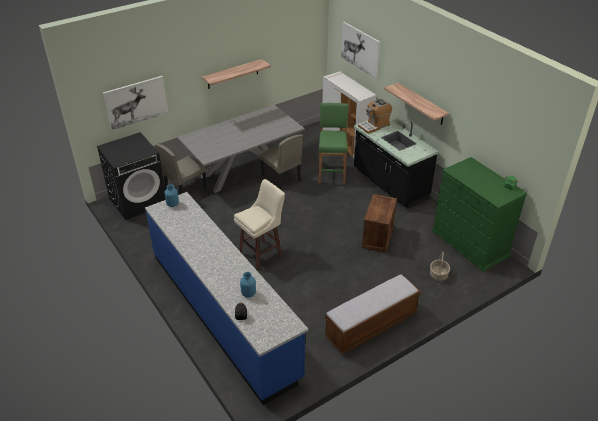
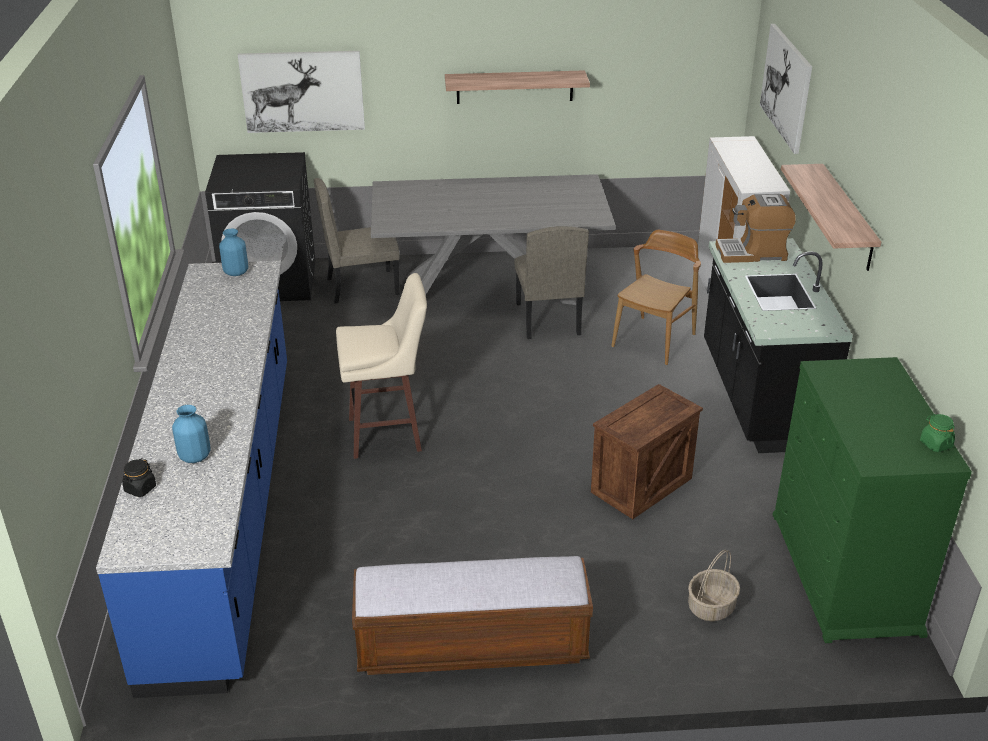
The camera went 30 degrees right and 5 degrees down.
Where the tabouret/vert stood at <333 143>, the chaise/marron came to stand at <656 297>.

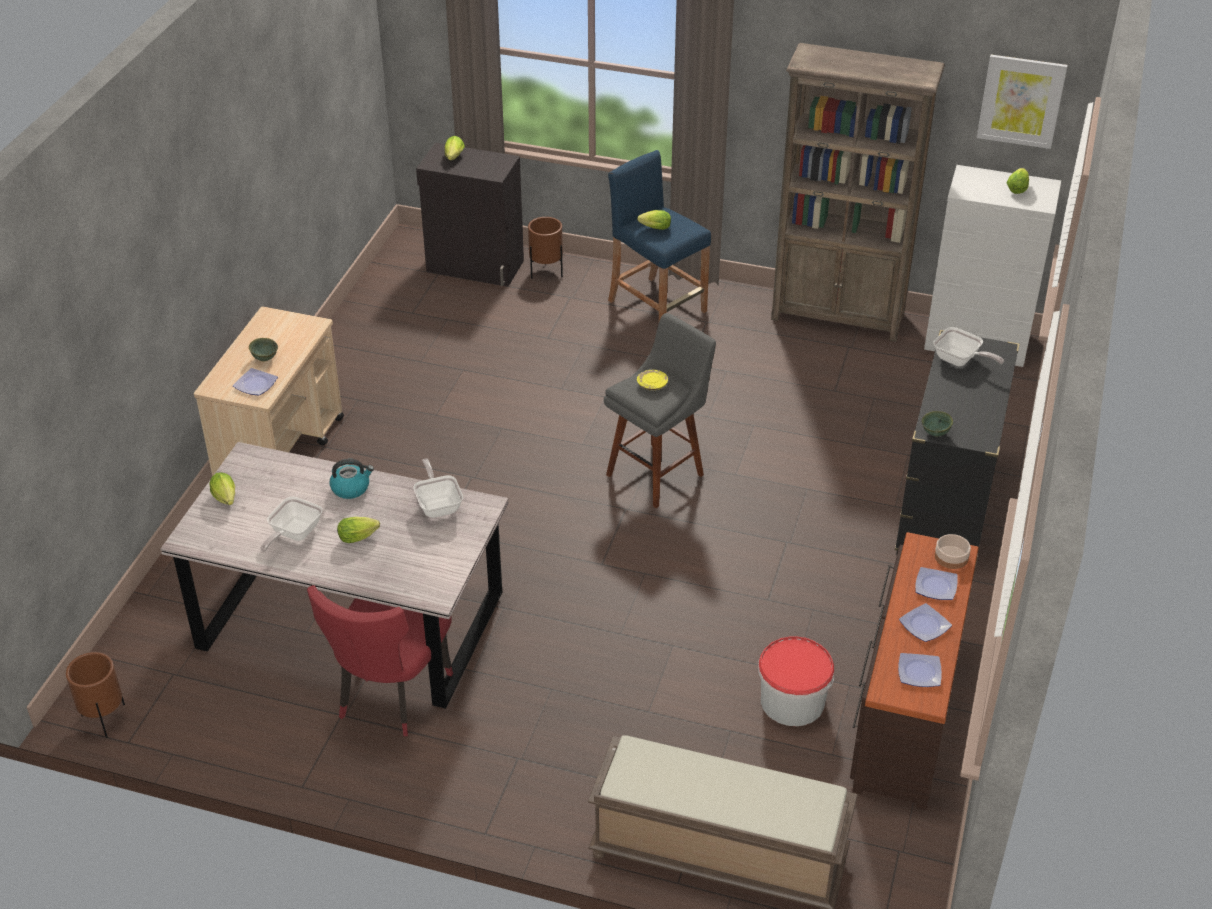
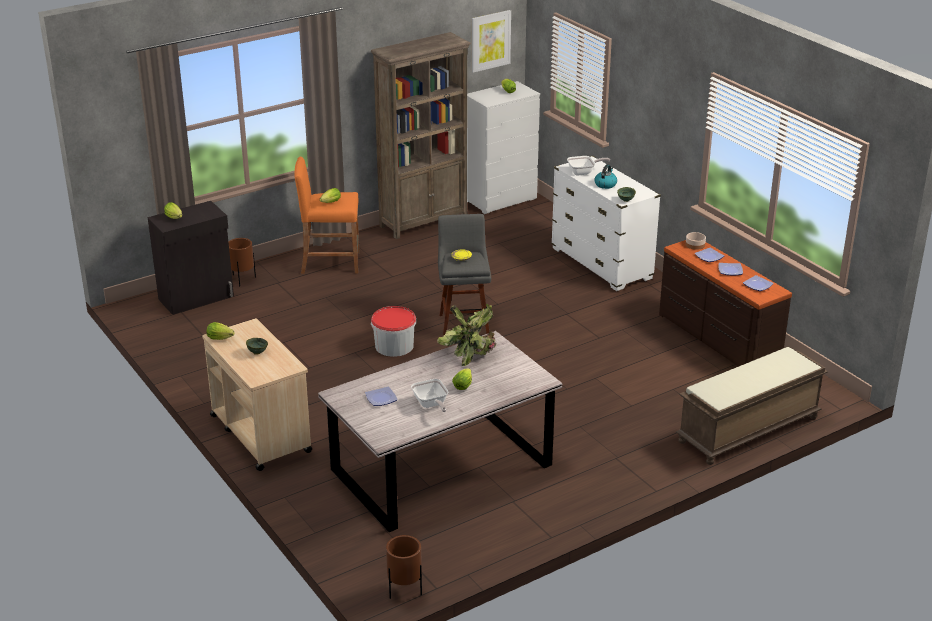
The camera went 50 degrees left and 10 degrees down.
The second view lost the chaise/rouge at <380 660>.
The laitue ended up elsewhere, having gone from <222 488> to <221 331>.
The assiette ended up elsewhere, having gone from <255 382> to <381 396>.
The bouilloire ended up elsewhere, having gone from <352 479> to <606 176>.
The seau ended up elsewhere, having gone from <796 681> to <393 331>.
Where the poêle stood at <438 488>, the plante en pot came to stand at <466 335>.
What was the tabouret/bleu at <659 235> turned into the tabouret/orange at <327 215>.
What was the commode/noir at <957 448> turned into the commode/blanc at <606 223>.

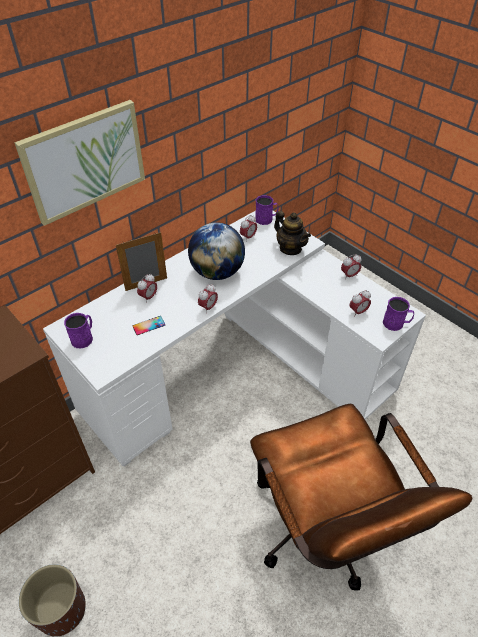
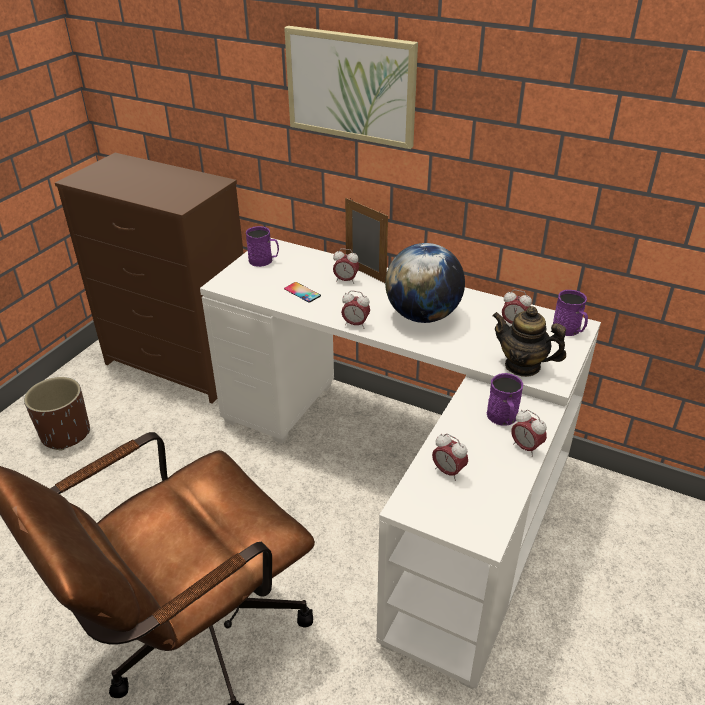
The camera went 70 degrees right and 10 degrees down.
The mug/violet ended up elsewhere, having gone from <398 314> to <505 399>.
The théière at <292 233> ended up facing another way, 90 degrees clockwise from before.

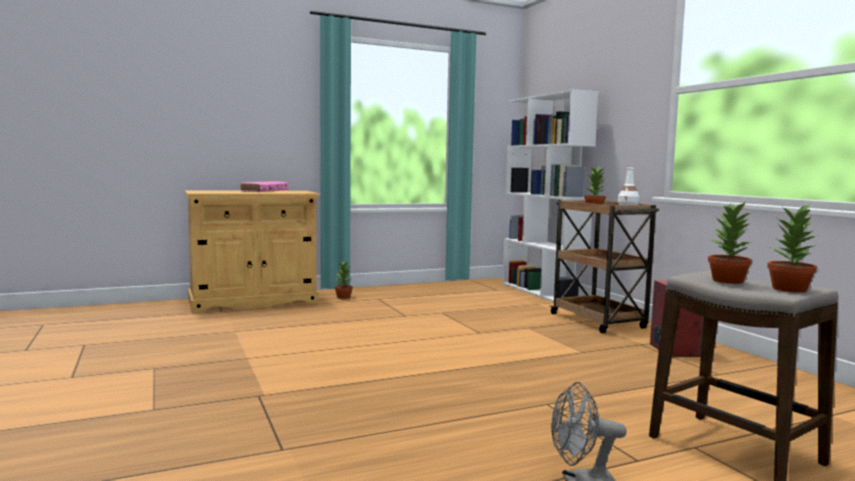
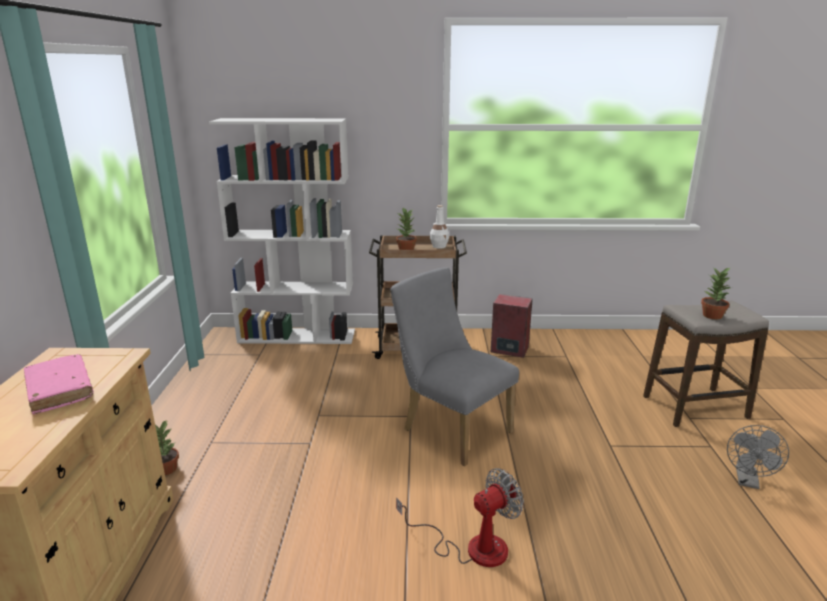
The camera went 65 degrees left and 15 degrees up.
The second view lost the plante en pot at <793 248>.
The second view gained the chaise/gris at <454 366>.
The second view gained the ventilateur at <460 517>.

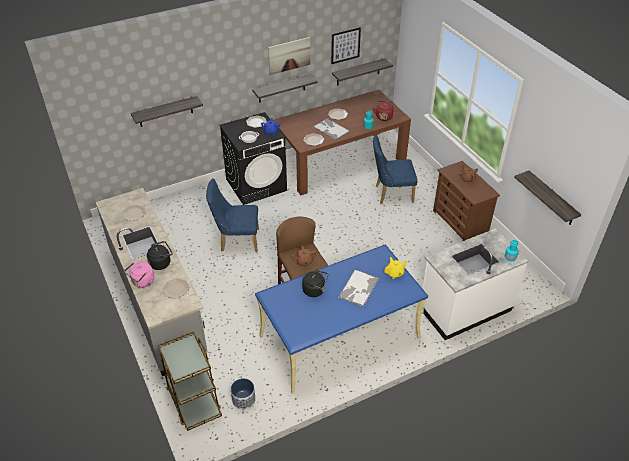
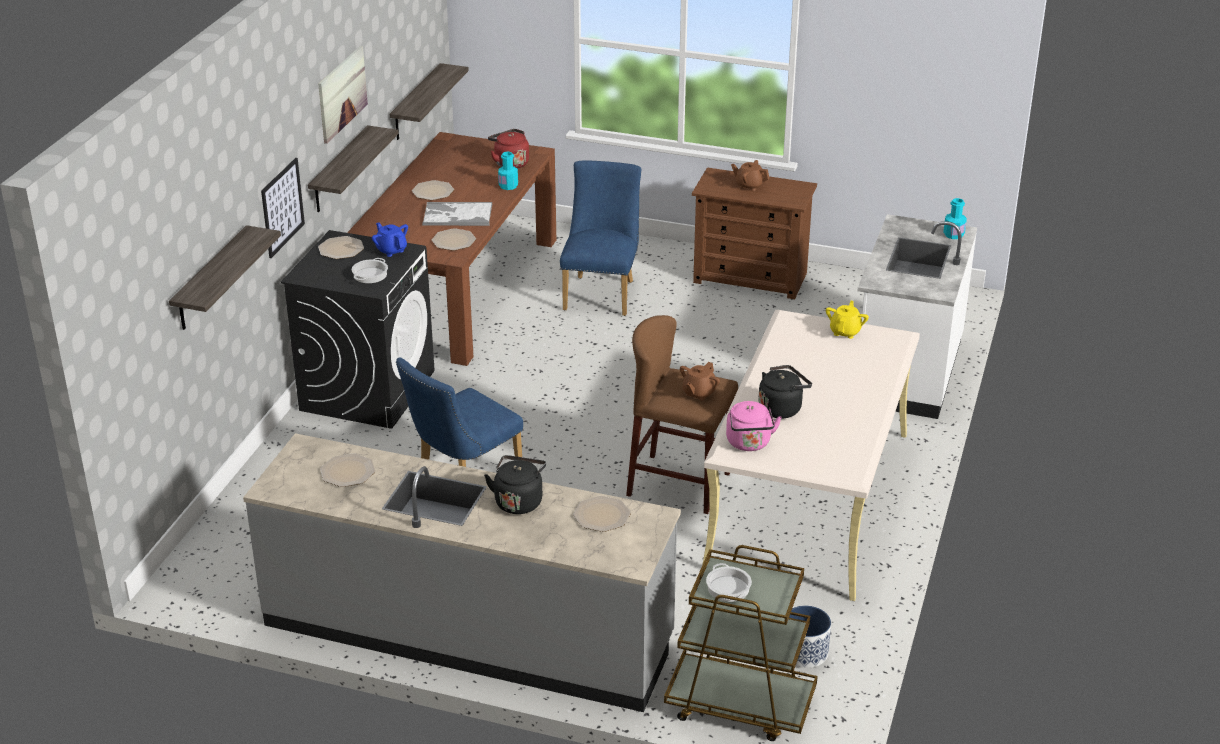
The camera went 45 degrees left and 10 degrees down.
The second view lost the plateau at <359 288>.
The second view lost the étagère at <548 198>.
The second view gained the marmite at <729 582>.
The bouilloire/rose ended up elsewhere, having gone from <139 275> to <754 426>.
The tableau ended up elsewhere, having gone from <346 45> to <283 208>.
What was the bureau/bleu at <341 319> turned into the bureau/beige at <811 455>.
The chaise/bleu at <395 169> ended up facing another way, 150 degrees clockwise from before.

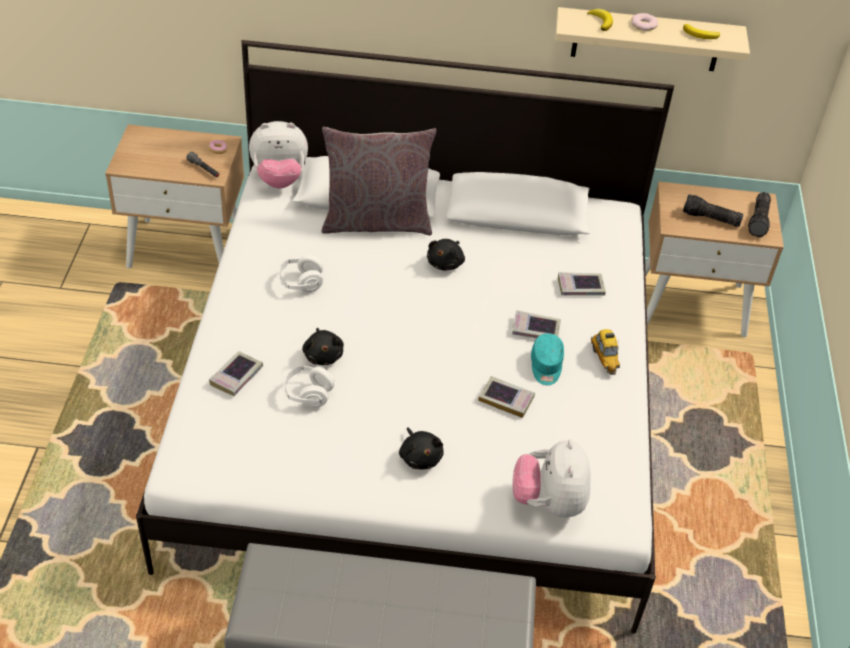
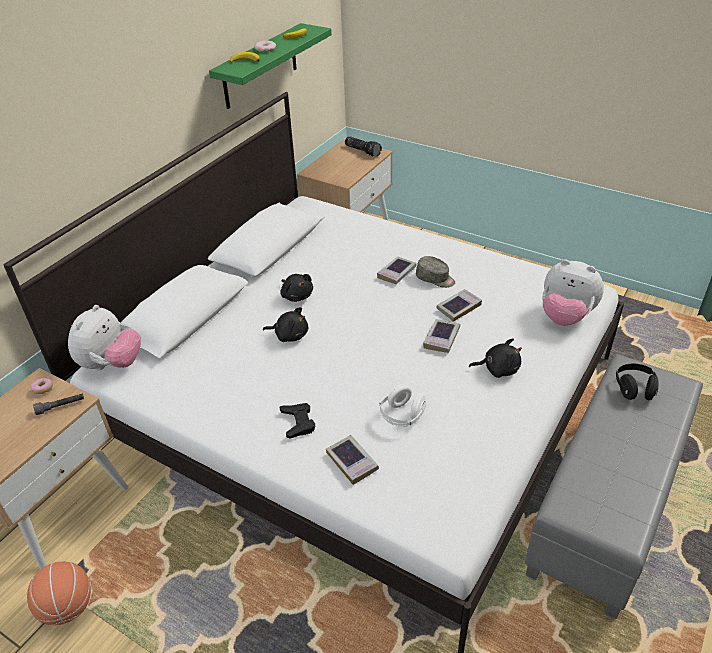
The camera went 60 degrees left and 5 degrees down.
The second view lost the casque audio/blanc at <300 273>.
The second view lost the coussin/gris at <379 181>.
The second view lost the petite voiture at <605 352>.
The second view lost the lampe de poche at <713 210>.
The second view gained the ballon de basket at <59 593>.
The second view gained the manette/noir at <297 421>.
The second view gained the casque audio/noir at <637 382>.
The peluche/noir ended up elsewhere, having gone from <323 346> to <285 324>.
The livre ended up elsewhere, having gone from <582 284> to <441 336>.
What was the casquette/turquoise at <547 359> turned into the casquette/gris at <435 272>.
What was the étagère/beige at <652 39> turned into the étagère/vert at <270 66>.

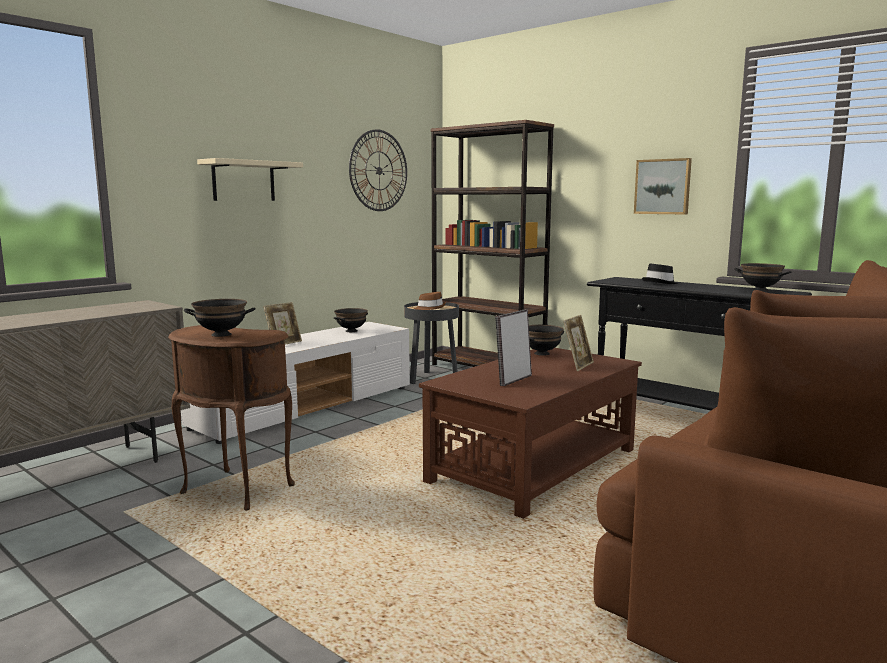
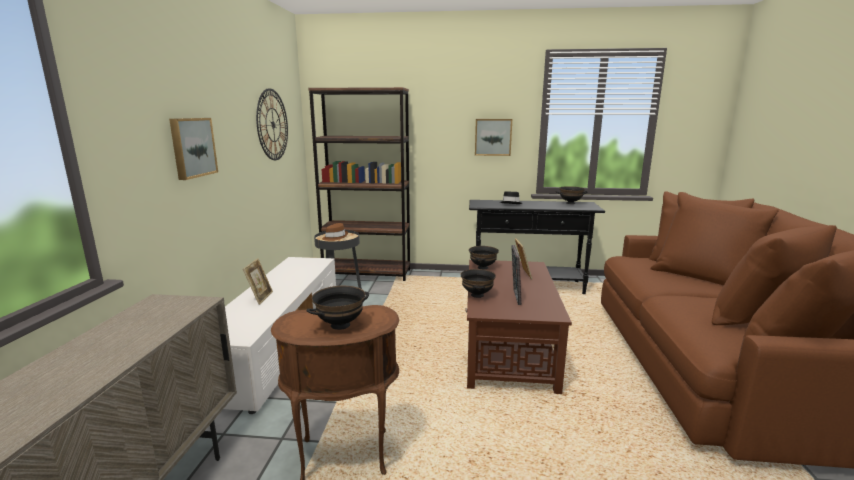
The camera went 35 degrees left and 5 degrees up.
The bol/noir ended up elsewhere, having gone from <351 320> to <478 283>.
Where the étagère/beige hung at <250 179>, the tableau came to hang at <193 149>.

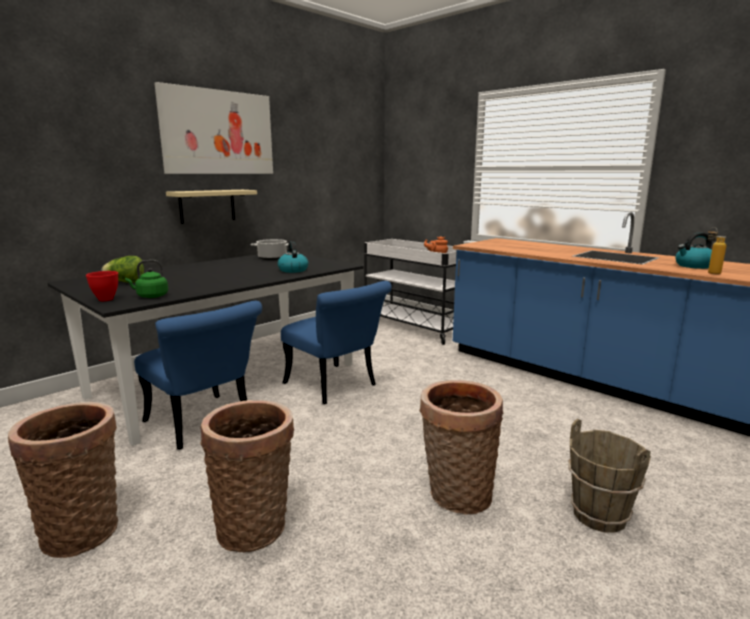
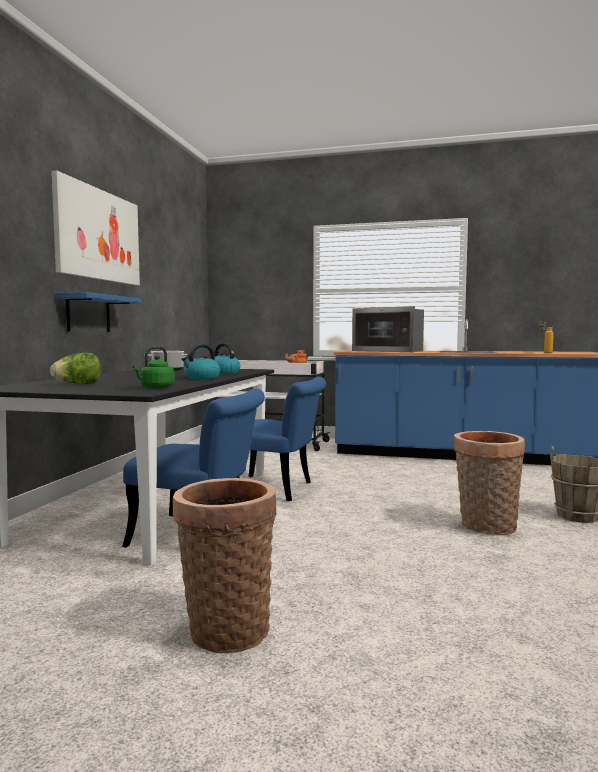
The camera went 30 degrees left and 10 degrees down.
The second view lost the bol/rouge at <102 286>.
The second view lost the panier at <247 476>.
The second view gained the micro-ondes at <388 329>.
The bouilloire ended up elsewhere, having gone from <693 250> to <200 361>.
What was the étagère/beige at <211 207> turned into the étagère/bleu at <99 312>.

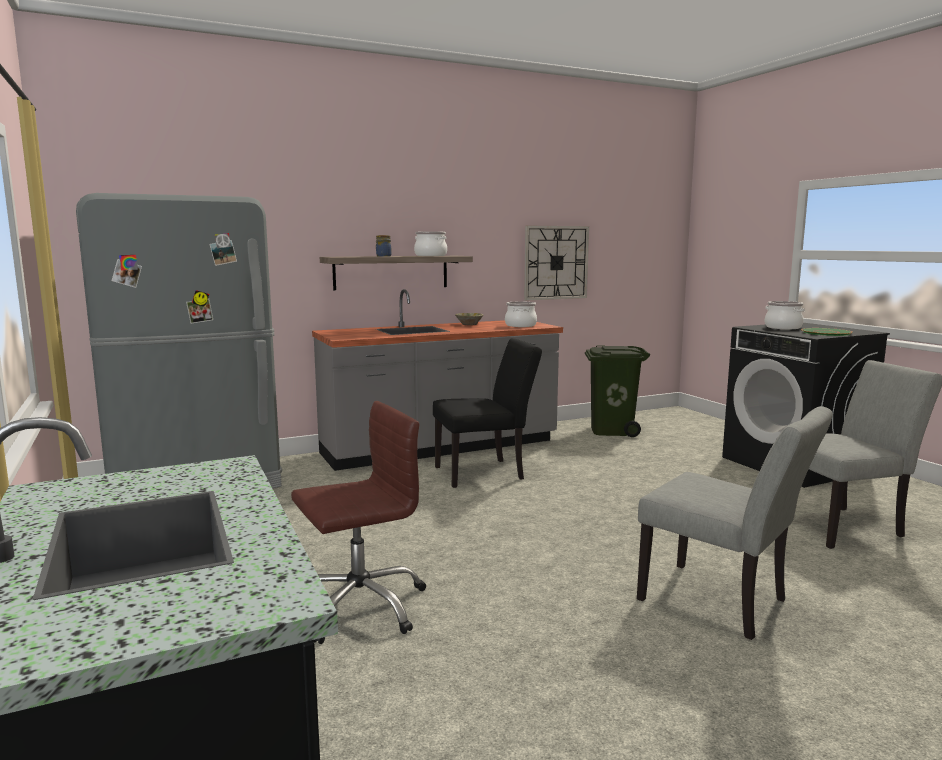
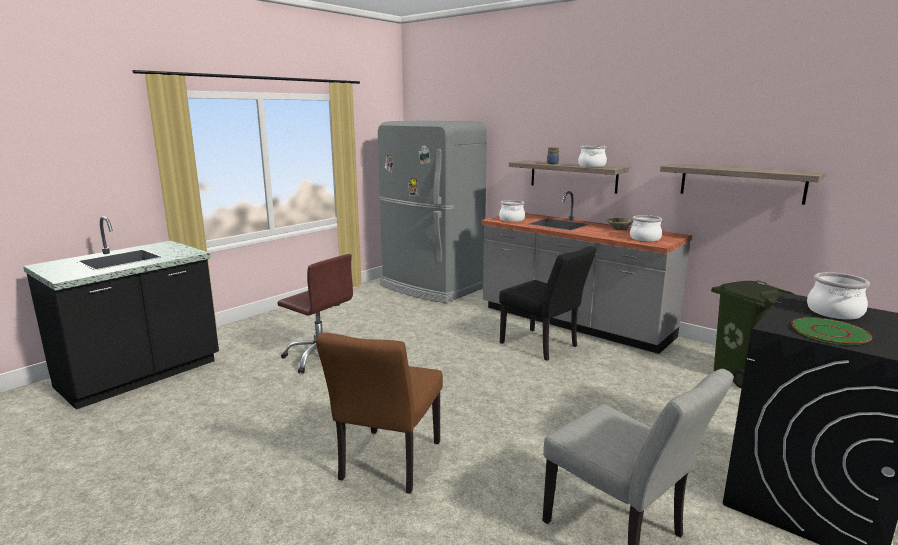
The camera went 65 degrees right and 5 degrees up.
The second view gained the marmite at <512 211>.
Where the horloge murale hung at <556 263>, the étagère came to hang at <743 184>.
What was the chaise/gris at <735 523> turned into the chaise/marron at <379 412>.

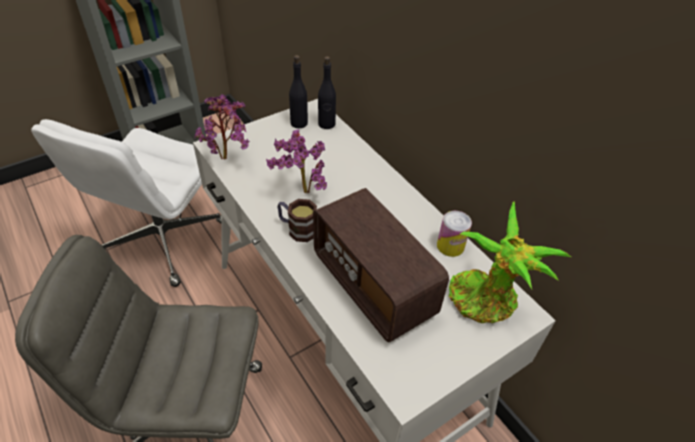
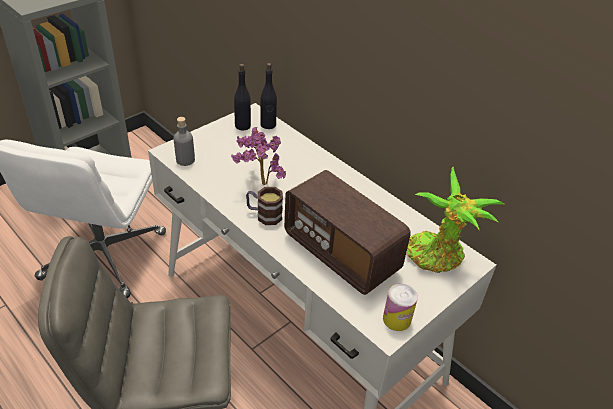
The camera went 10 degrees left and 5 degrees down.
The boîte métallique ended up elsewhere, having gone from <454 234> to <400 307>.
Where the plante en pot stood at <222 126>, the bouteille/gris came to stand at <184 141>.

